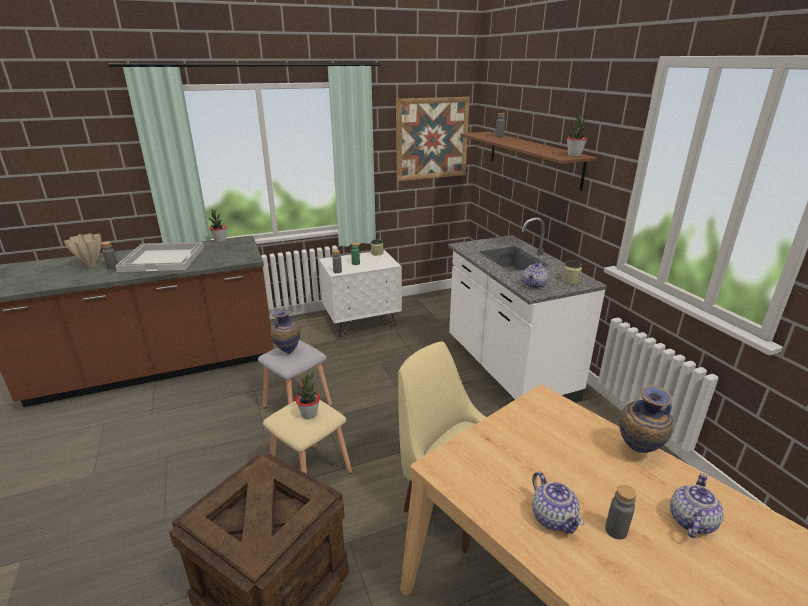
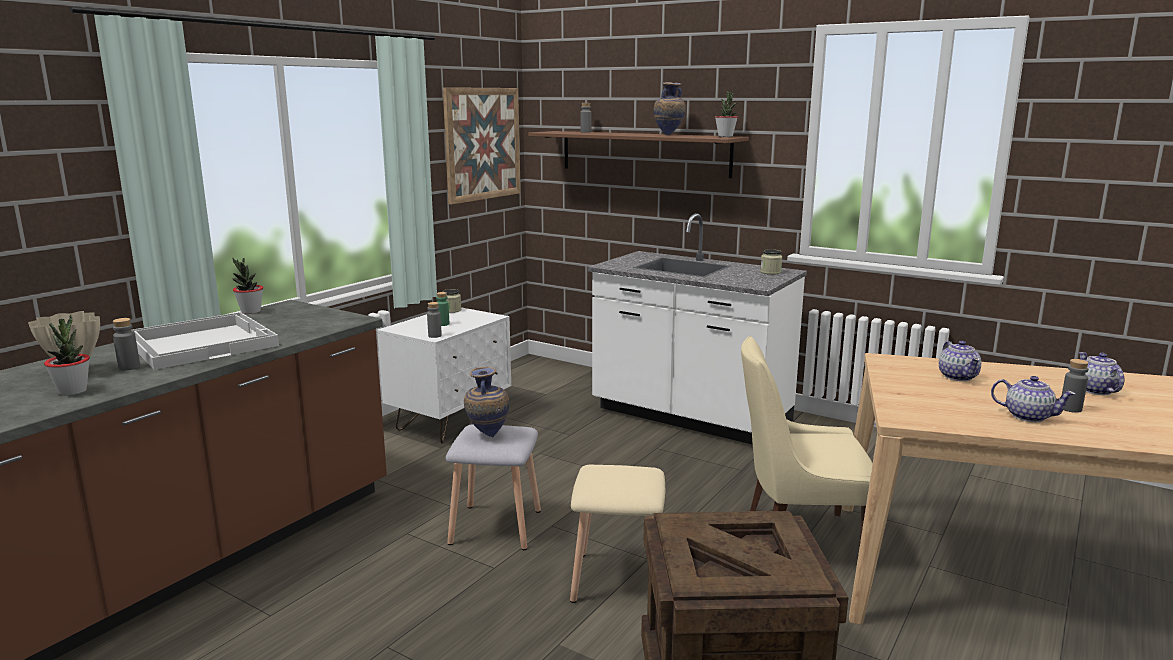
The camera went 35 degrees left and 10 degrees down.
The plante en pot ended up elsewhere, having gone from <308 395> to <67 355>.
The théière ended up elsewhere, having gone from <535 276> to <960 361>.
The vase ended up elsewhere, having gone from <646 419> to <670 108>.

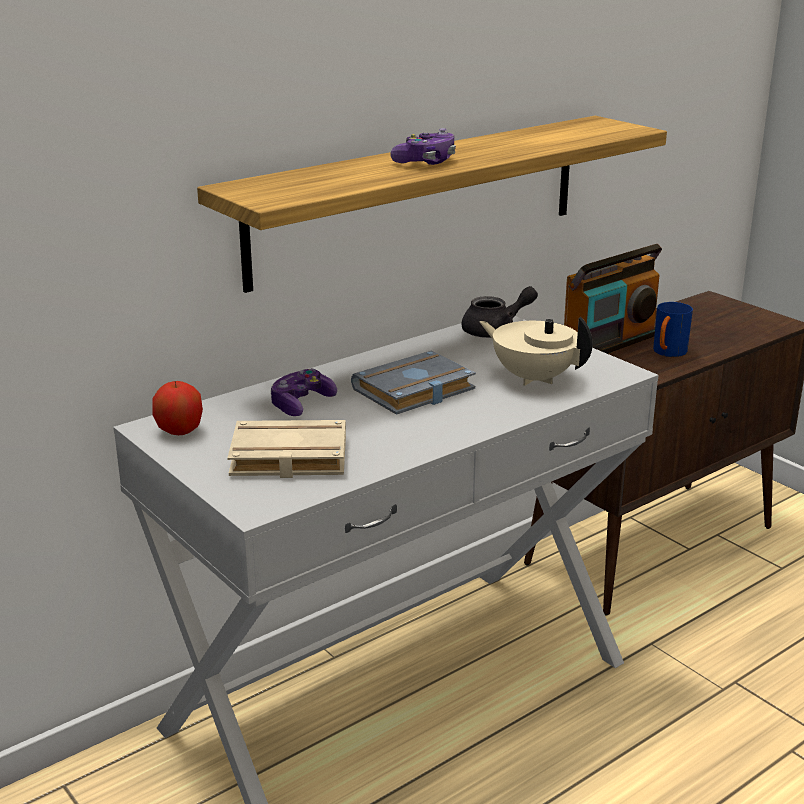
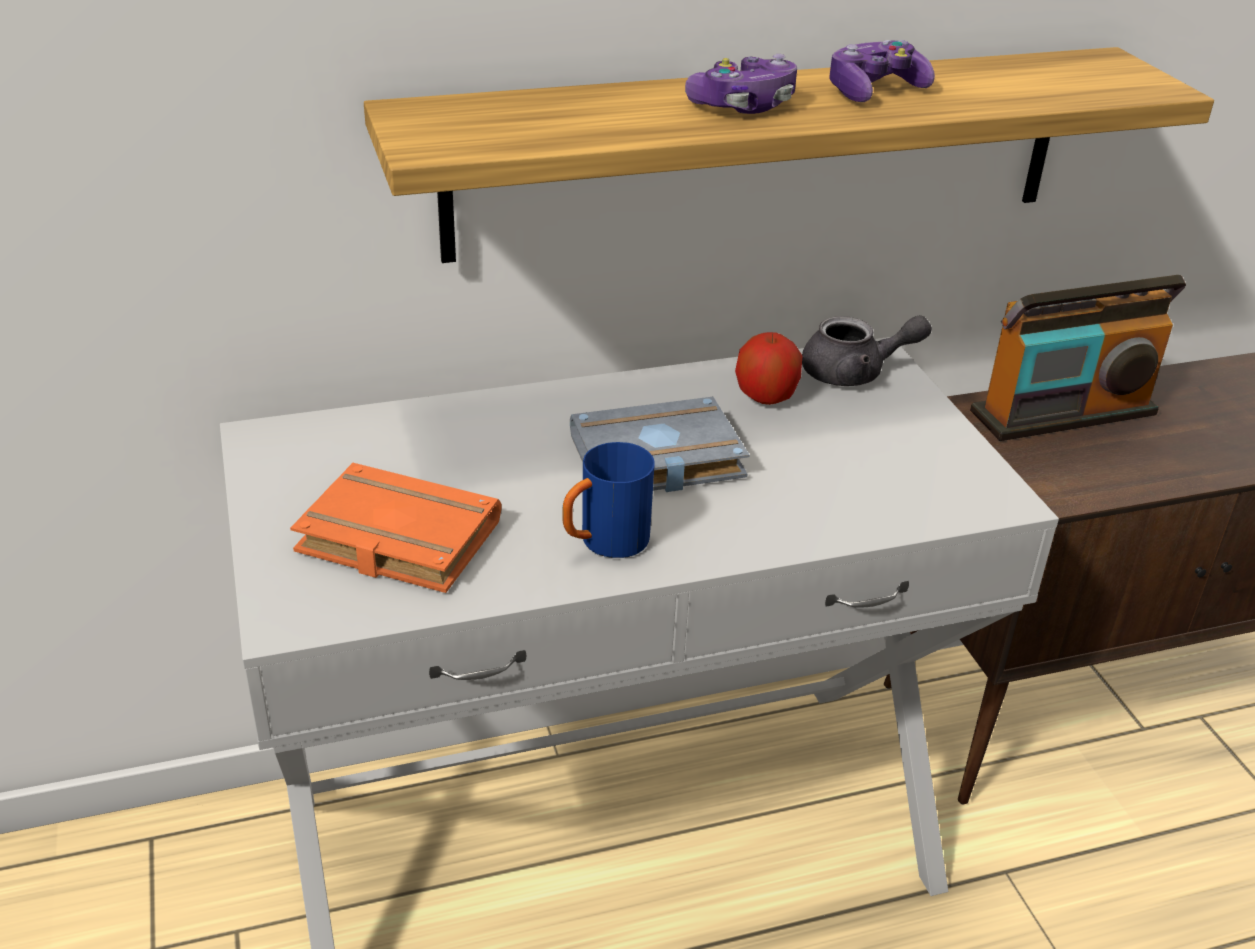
The camera went 20 degrees right and 10 degrees up.
The second view lost the théière/beige at <536 351>.
The pomme ended up elsewhere, having gone from <178 408> to <768 368>.
The manette ended up elsewhere, having gone from <303 392> to <882 71>.
The mug/bleu ended up elsewhere, having gone from <673 329> to <609 500>.
What was the livre/beige at <286 449> turned into the livre/orange at <396 528>.

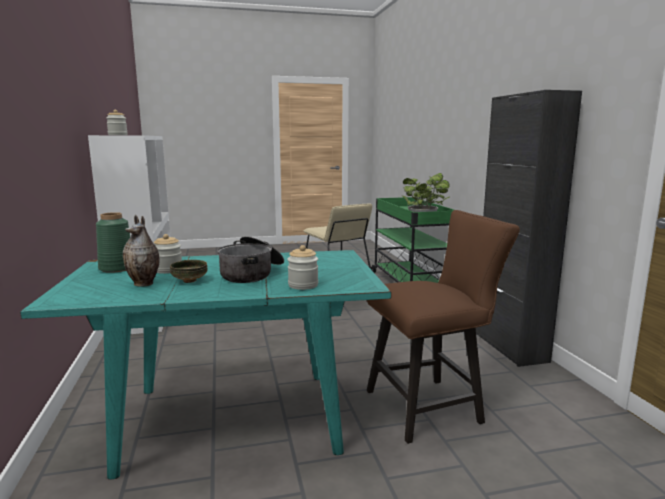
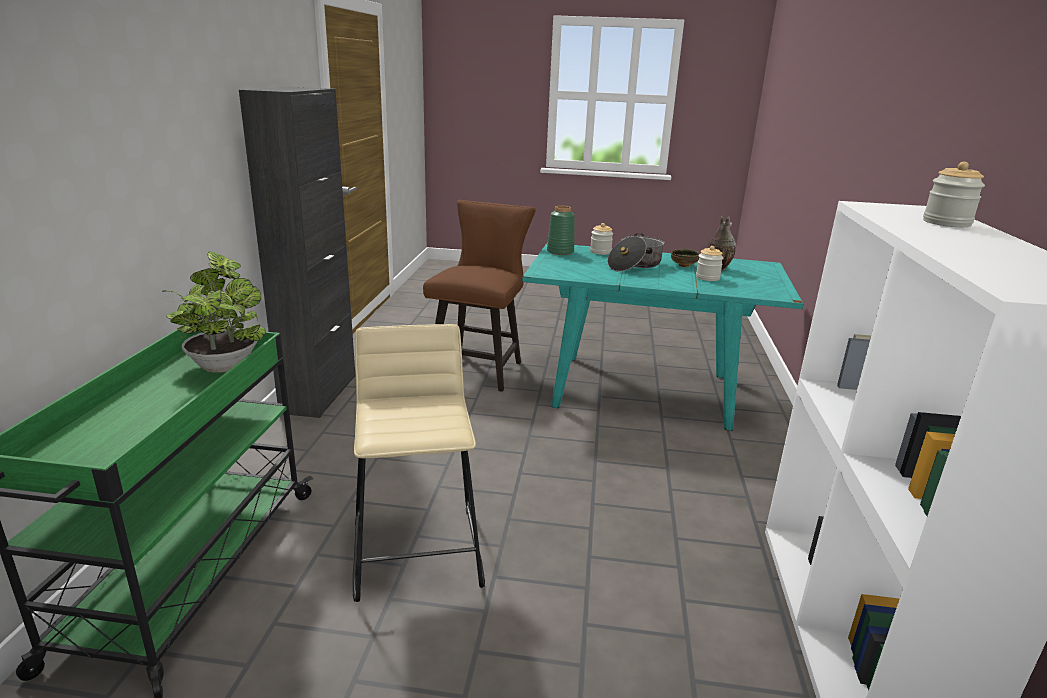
The camera went 160 degrees left and 10 degrees up.
The vase/vert ended up elsewhere, having gone from <113 242> to <561 230>.
The chaise/marron at <443 327> ended up facing another way, 105 degrees clockwise from before.

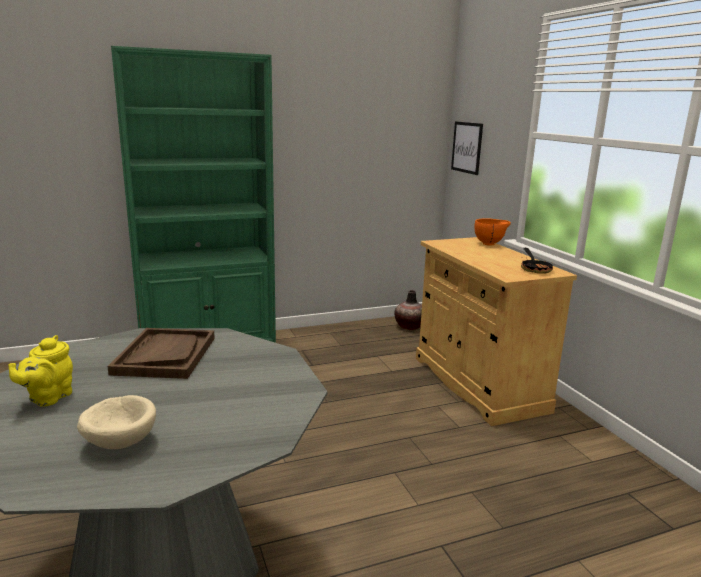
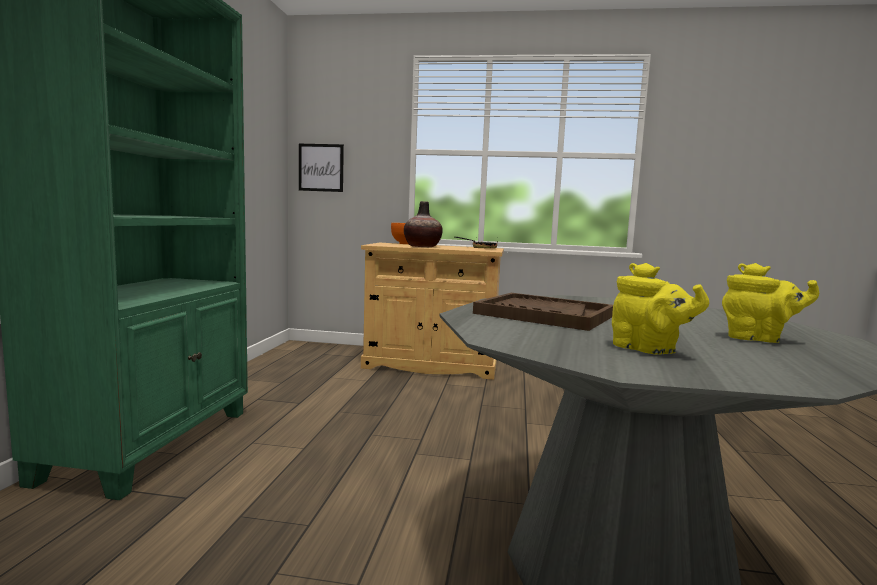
The camera went 60 degrees left and 10 degrees down.
The vase ended up elsewhere, having gone from <408 310> to <423 224>.
Where the bol/beige stood at <116 422>, the théière/jaune came to stand at <770 303>.

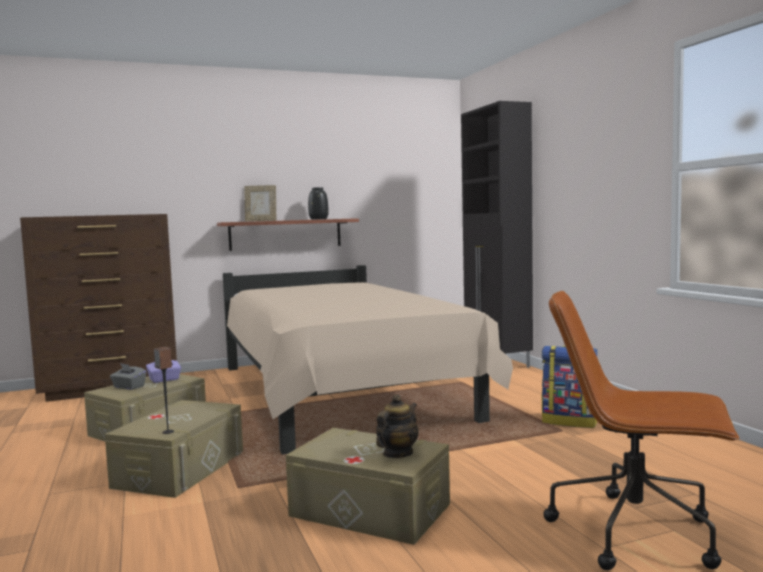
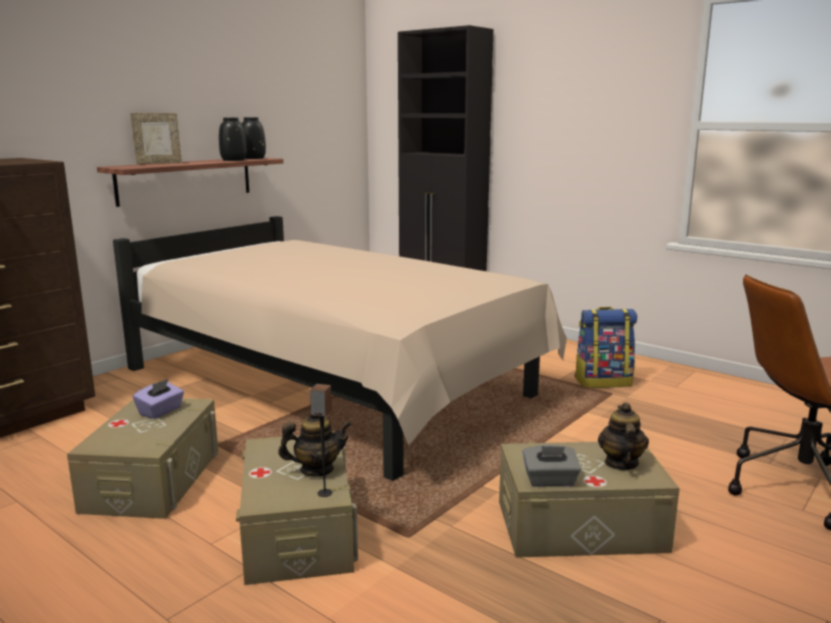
The camera went 30 degrees left and 10 degrees up.
The second view gained the vase/noir at <253 138>.
The second view gained the théière at <315 444>.
The boîte à mouchoirs/gris ended up elsewhere, having gone from <128 376> to <552 466>.

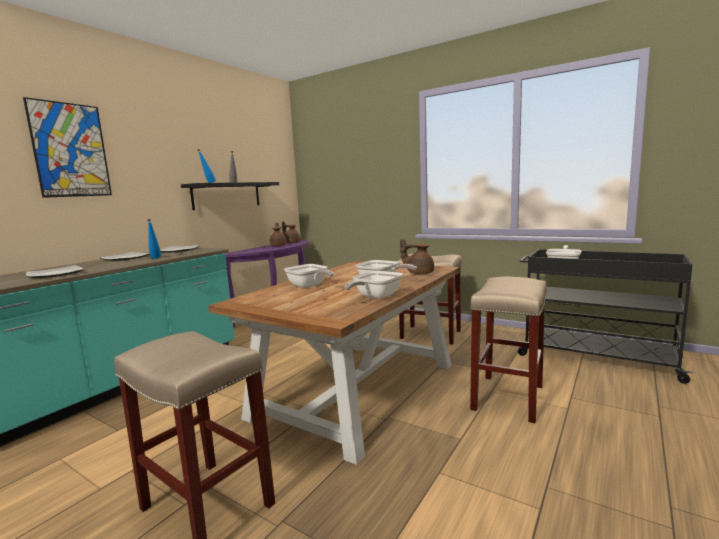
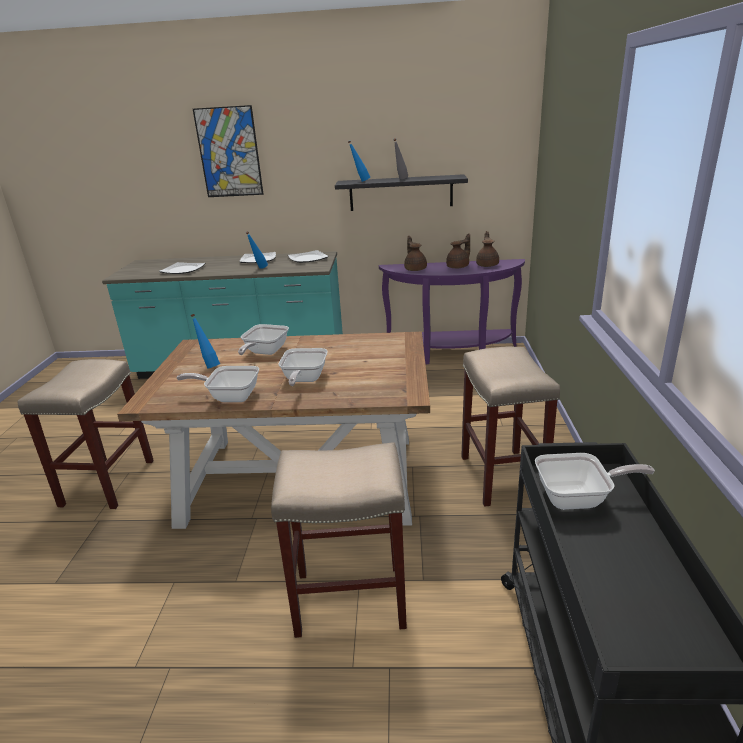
The camera went 60 degrees right and 15 degrees up.
The second view gained the bouteille/bleu at <205 341>.
The théière/marron ended up elsewhere, having gone from <417 256> to <415 253>.

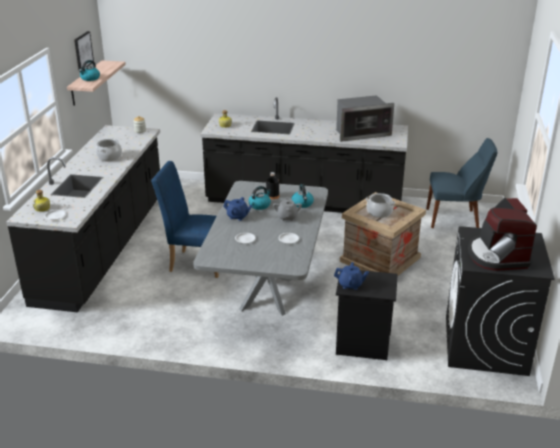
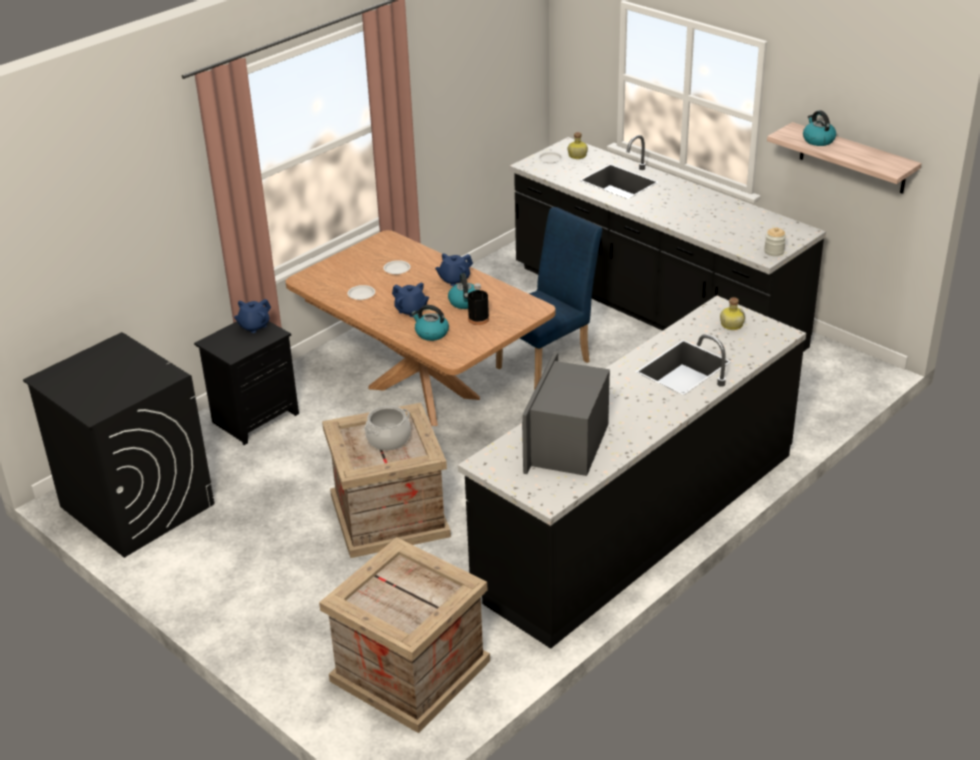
The camera went 125 degrees right and 5 degrees up.
The second view lost the tableau at <84 50>.
The second view lost the marmite at <109 150>.
The second view lost the machine à café at <502 234>.
Where the chaise/bleu stood at <461 183>, the caisse came to stand at <404 635>.
What was the table à manger/gris at <260 248> turned into the table à manger/marron at <420 328>.
What was the théière/gris at <287 209> turned into the théière/bleu at <410 300>.

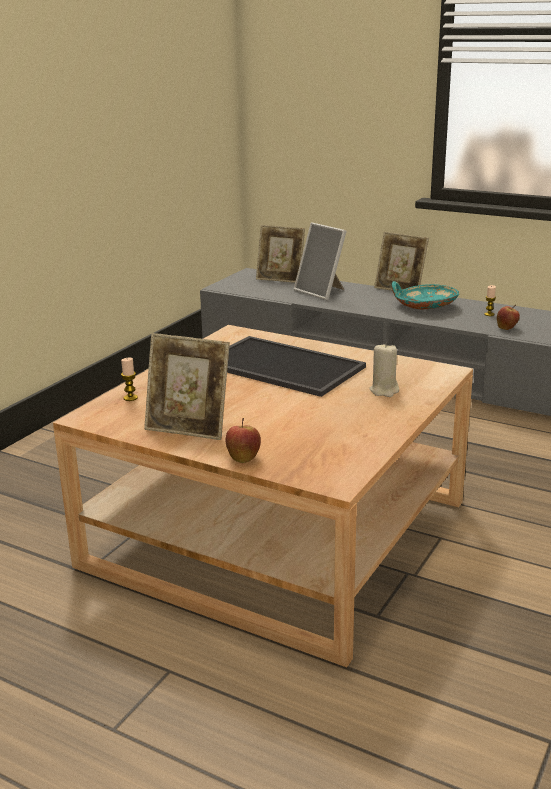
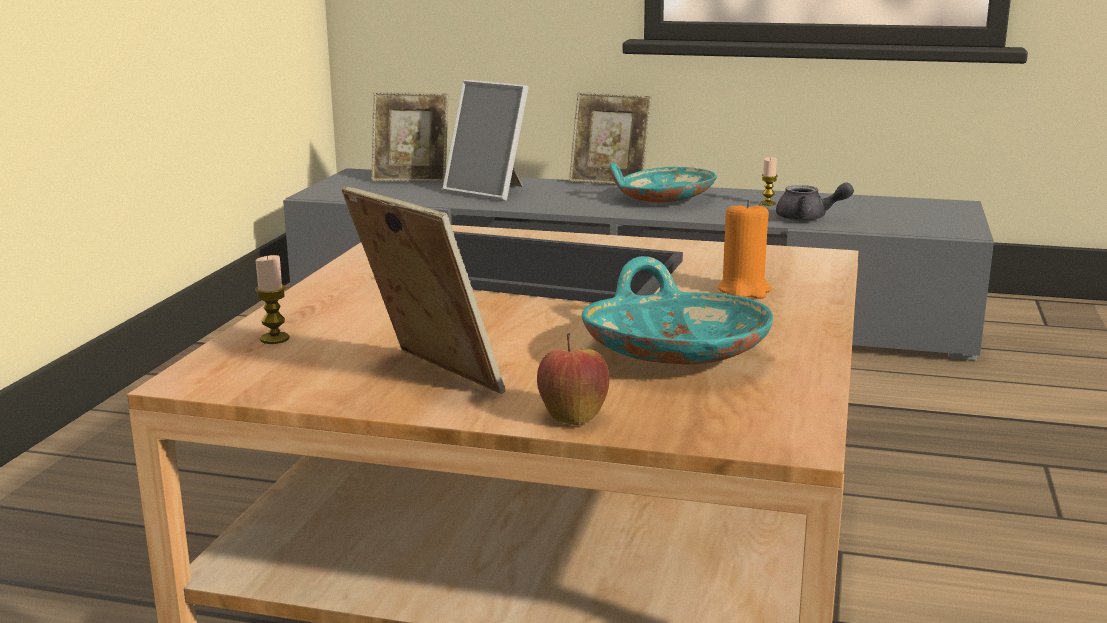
The camera went 15 degrees left and 5 degrees down.
The second view gained the bol/turquoise at <677 310>.
Where the pomme stood at <508 317>, the théière/gris came to stand at <815 201>.
What was the bougie/beige at <384 370> turned into the bougie/orange at <744 249>.
The cadre photo at <187 386> ended up facing another way, 135 degrees counterclockwise from before.

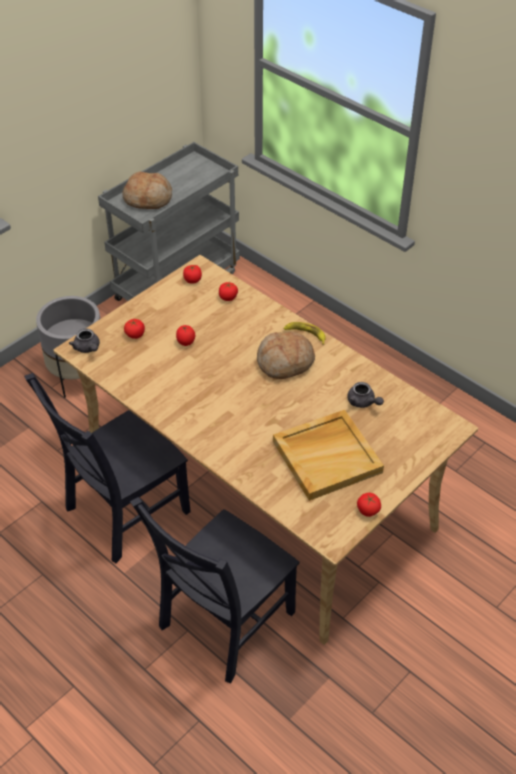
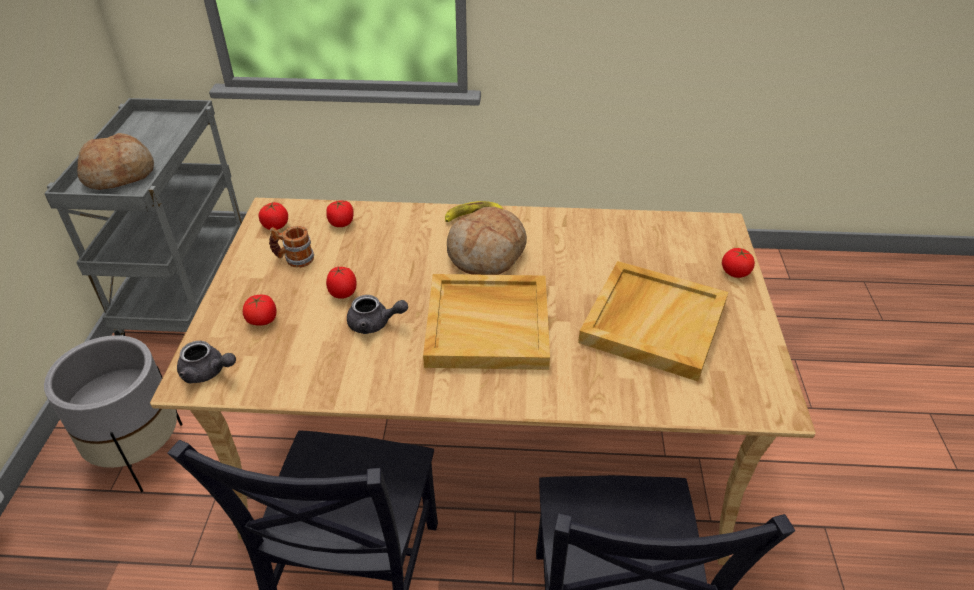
The camera went 40 degrees left and 5 degrees down.
The second view gained the mug at <291 247>.
The second view gained the plateau/beige at <486 322>.
The théière/gris ended up elsewhere, having gone from <365 395> to <377 314>.
The tomate ended up elsewhere, having gone from <369 505> to <738 263>.

